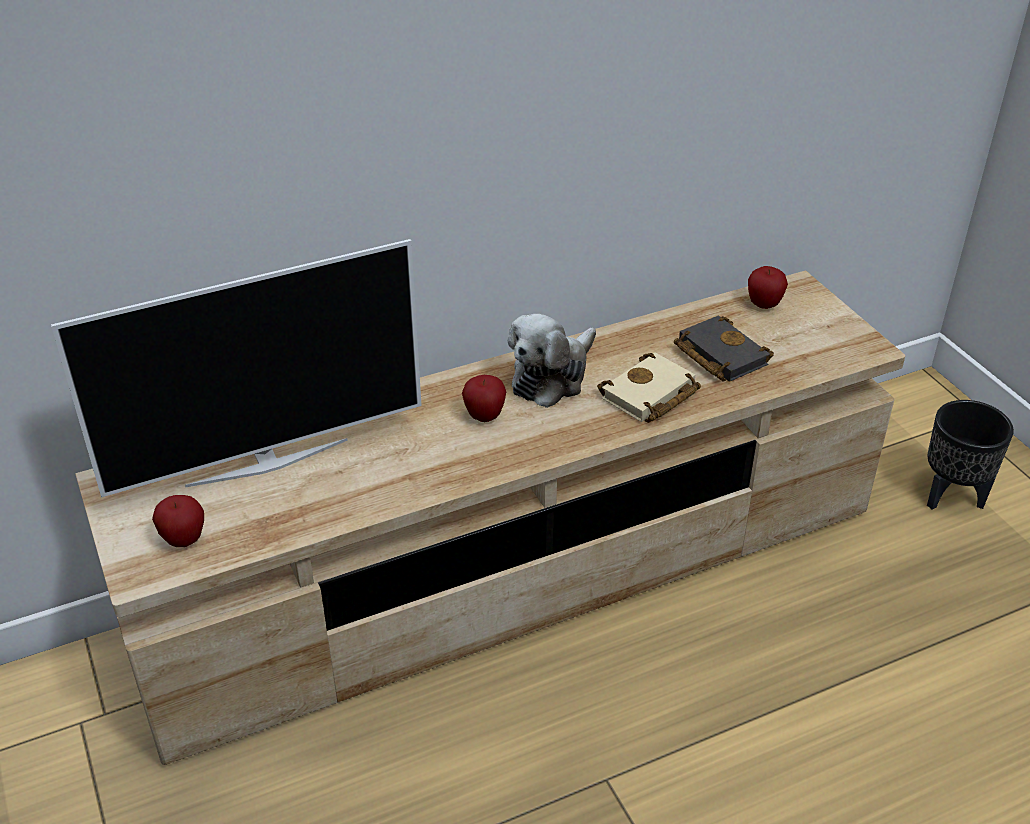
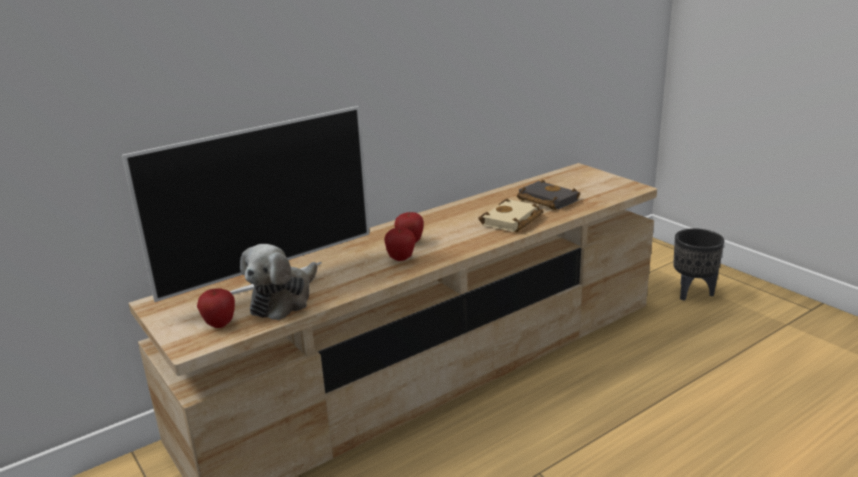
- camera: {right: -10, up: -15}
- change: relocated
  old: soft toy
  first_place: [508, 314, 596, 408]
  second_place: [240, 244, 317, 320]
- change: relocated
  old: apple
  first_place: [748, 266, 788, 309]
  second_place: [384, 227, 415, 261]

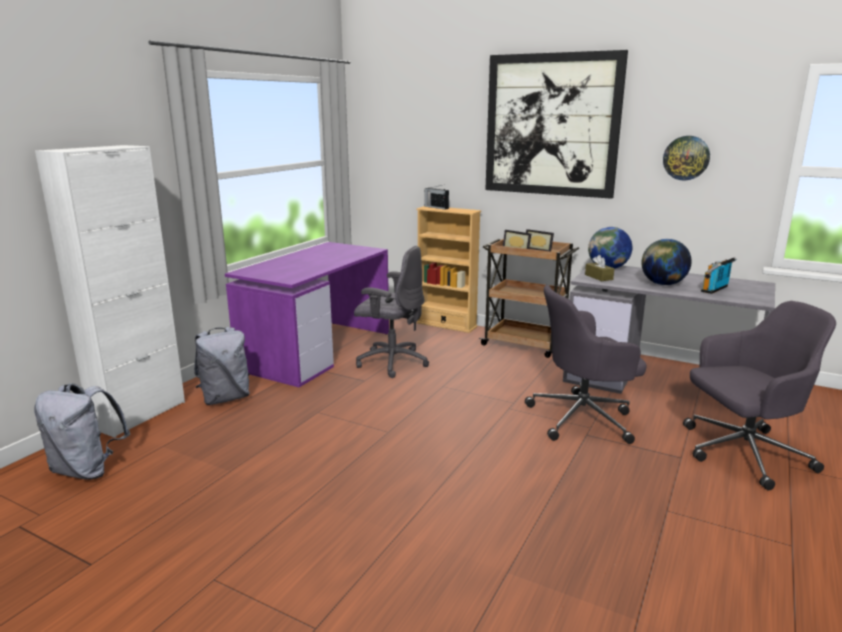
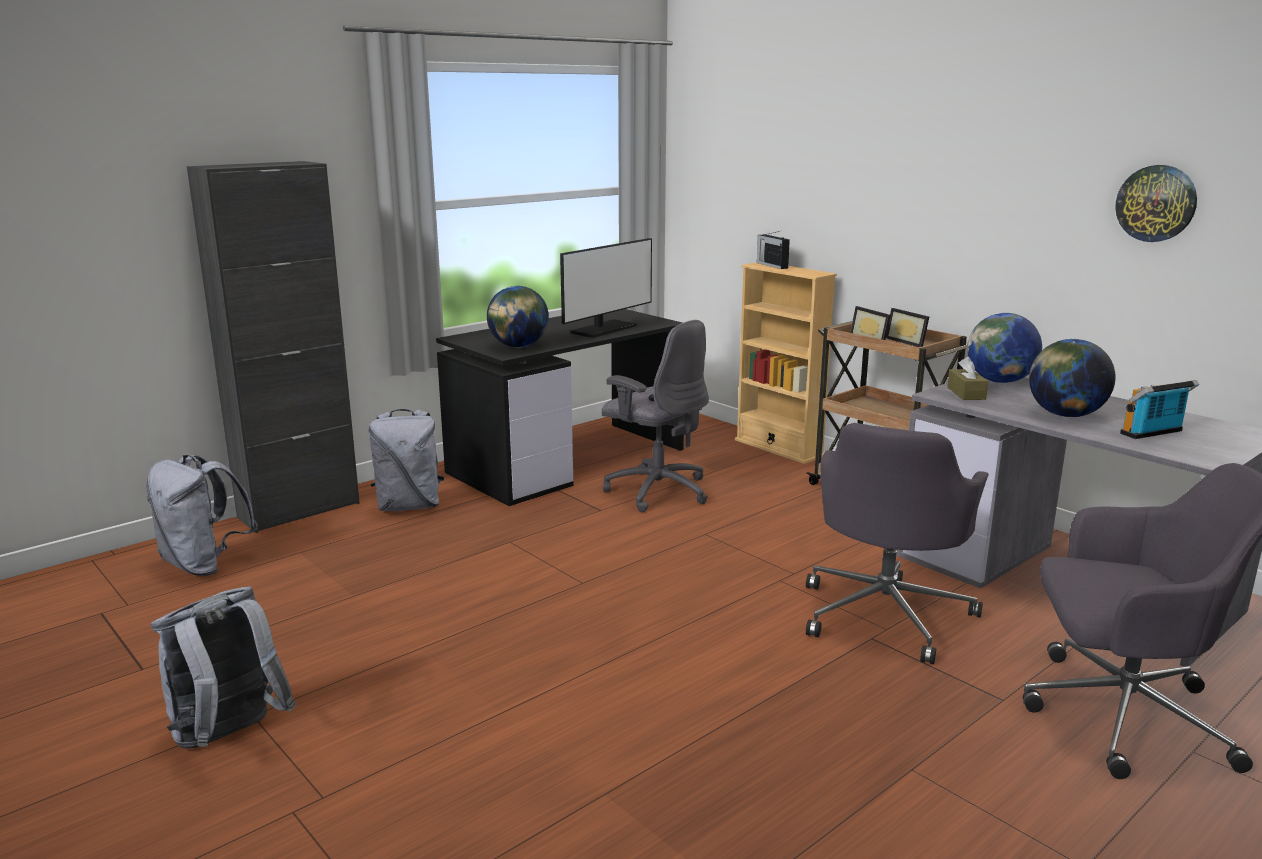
- camera: {right: 20, up: 0}
- change: missing
  old: wall picture
  first_place: [485, 50, 628, 199]
- change: appeared
  new: grey rucksack
  second_place: [151, 586, 296, 749]
- change: appeared
  new: desk globe
  second_place: [487, 286, 549, 348]
- change: appeared
  new: computer display
  second_place: [560, 238, 652, 338]
- change: colour
  old: whitish cabinet
  new: black cabinet
  first_place: [35, 145, 185, 438]
  second_place: [187, 161, 360, 533]
- change: colour
  old: purplish desk unit
  new: black desk unit
  first_place: [225, 242, 389, 387]
  second_place: [436, 309, 684, 506]
- change: spun
  old: grey desk chair
  first_place: [525, 285, 647, 444]
  second_place: [806, 423, 989, 664]
  degrees: -75

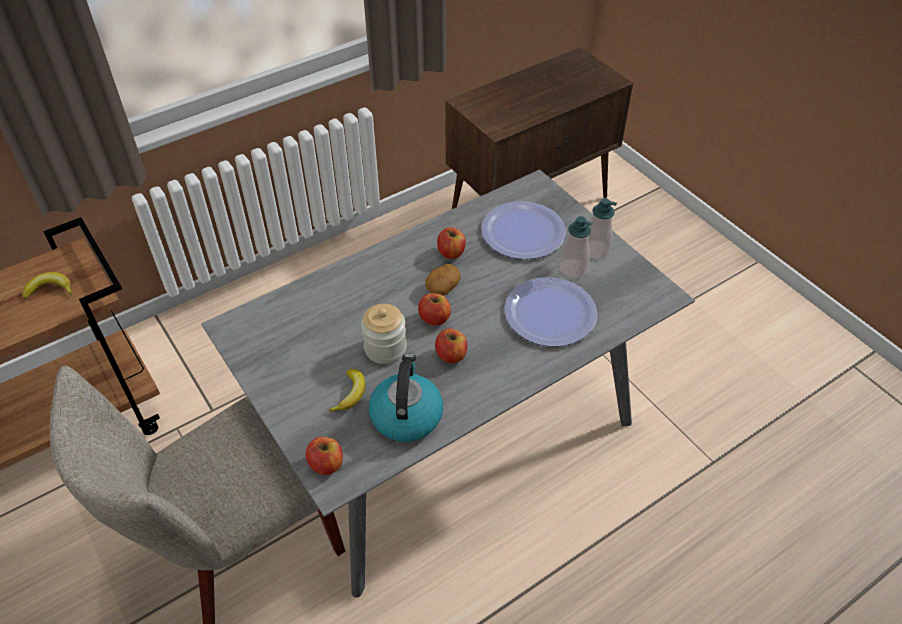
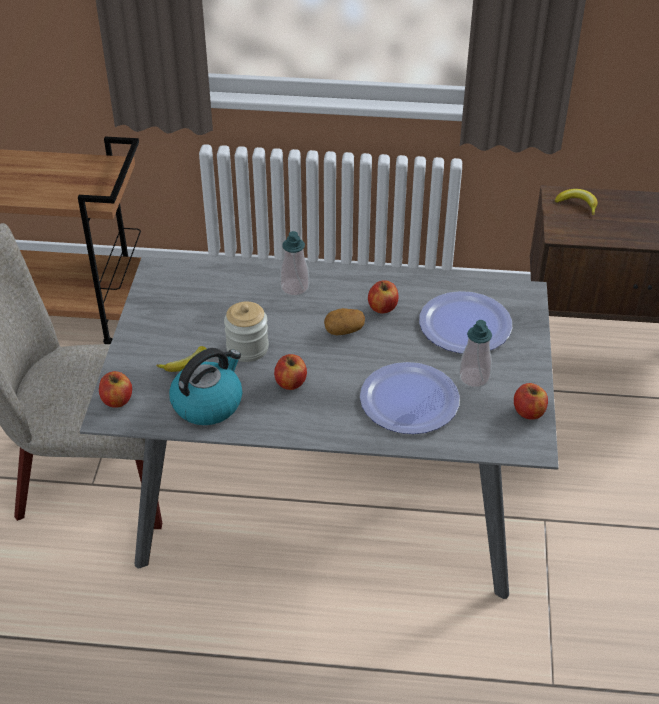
- camera: {right: 40, up: -5}
- change: relocated
  old: banana fruit
  first_place: [22, 272, 72, 299]
  second_place: [555, 189, 598, 215]
- change: relocated
  old: apple
  first_place: [418, 293, 451, 326]
  second_place: [514, 383, 548, 420]
- change: relocated
  old: soap bottle
  first_place: [588, 198, 617, 259]
  second_place: [280, 231, 309, 296]

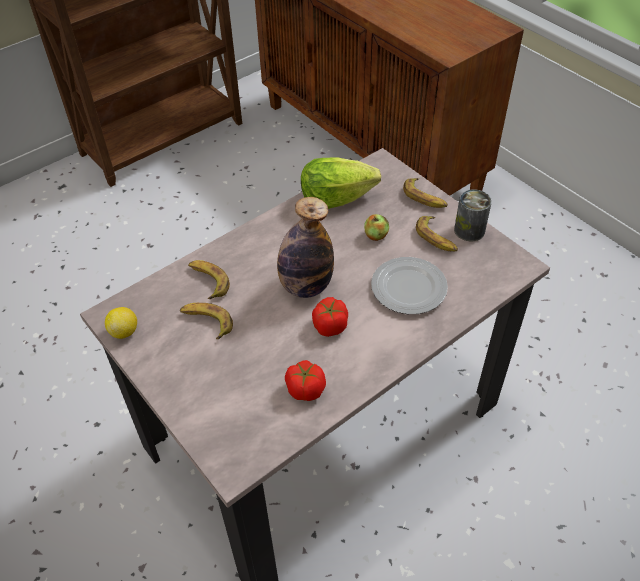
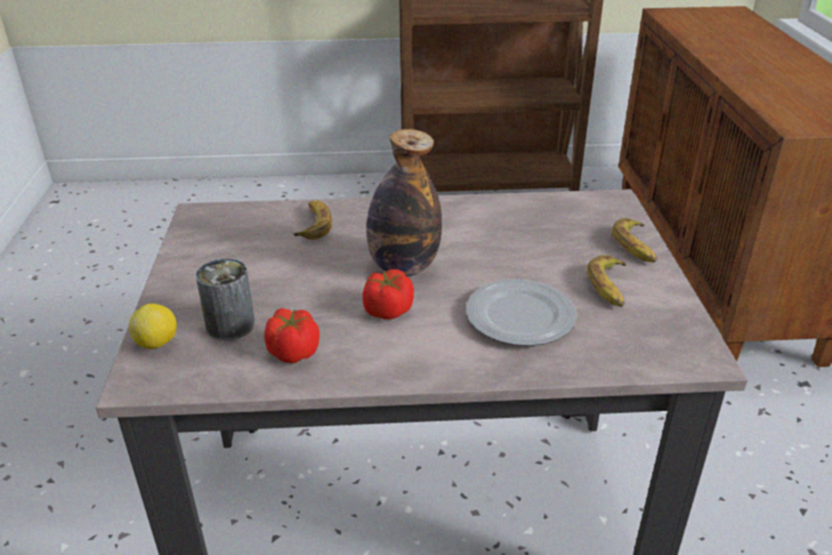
- camera: {right: 35, up: -15}
- change: missing
  old: banana fruit
  first_place: [180, 303, 233, 339]
- change: missing
  old: lettuce head
  first_place: [301, 157, 381, 209]
- change: missing
  old: apple
  first_place: [364, 214, 389, 241]
- change: relocated
  old: lemon
  first_place: [105, 307, 137, 339]
  second_place: [129, 304, 177, 349]
- change: relocated
  old: can
  first_place: [454, 189, 492, 241]
  second_place: [196, 259, 255, 340]

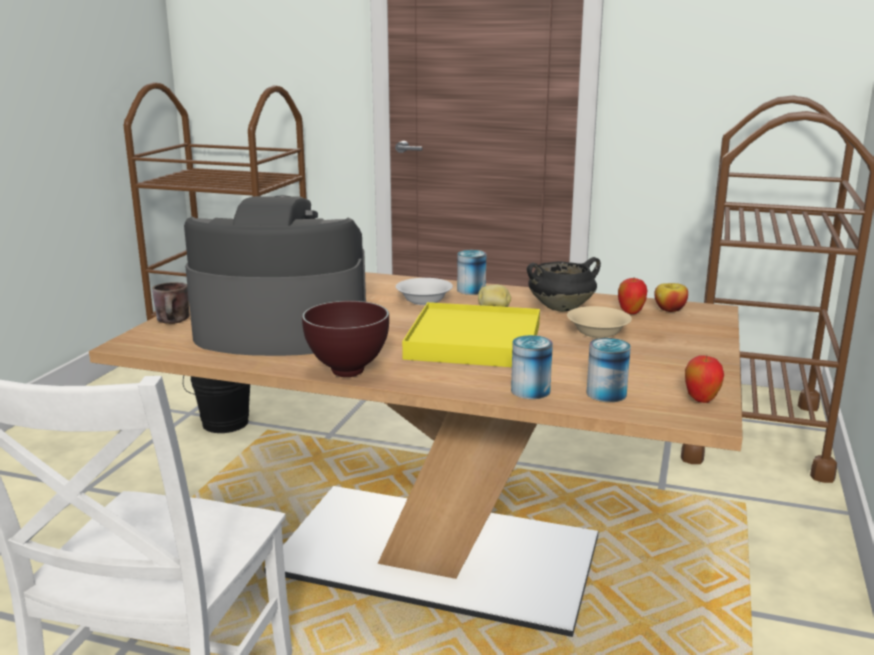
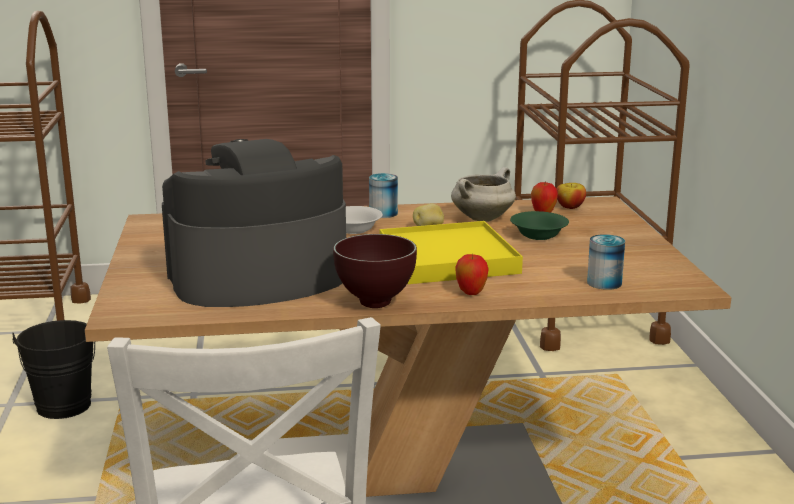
- camera: {right: -25, up: 0}
- change: missing
  old: brown-coloured coffee mug
  first_place: [152, 282, 189, 324]
- change: missing
  old: can
  first_place: [511, 335, 553, 399]
- change: relocated
  old: apple
  first_place: [685, 355, 724, 403]
  second_place: [455, 253, 489, 295]
- change: colour
  old: black cooking pot
  new: whitish cooking pot
  first_place: [527, 257, 601, 312]
  second_place: [451, 167, 516, 222]
- change: colour
  old: beige bowl
  new: green-coloured bowl
  first_place: [567, 306, 632, 338]
  second_place: [510, 211, 569, 240]

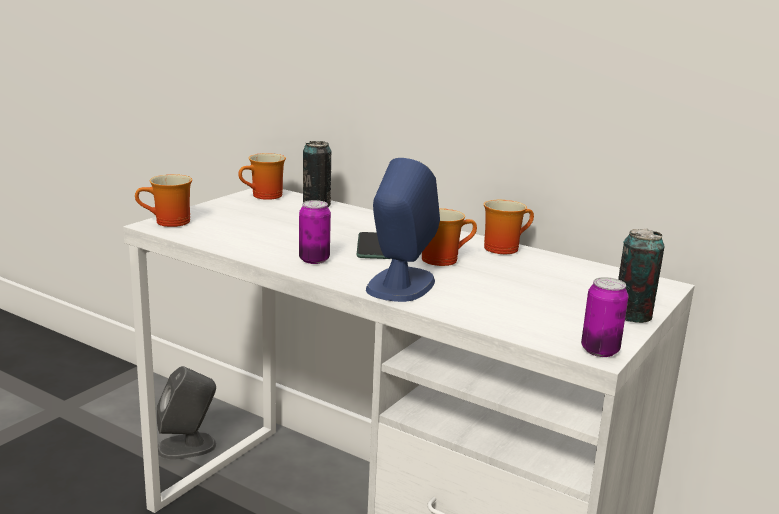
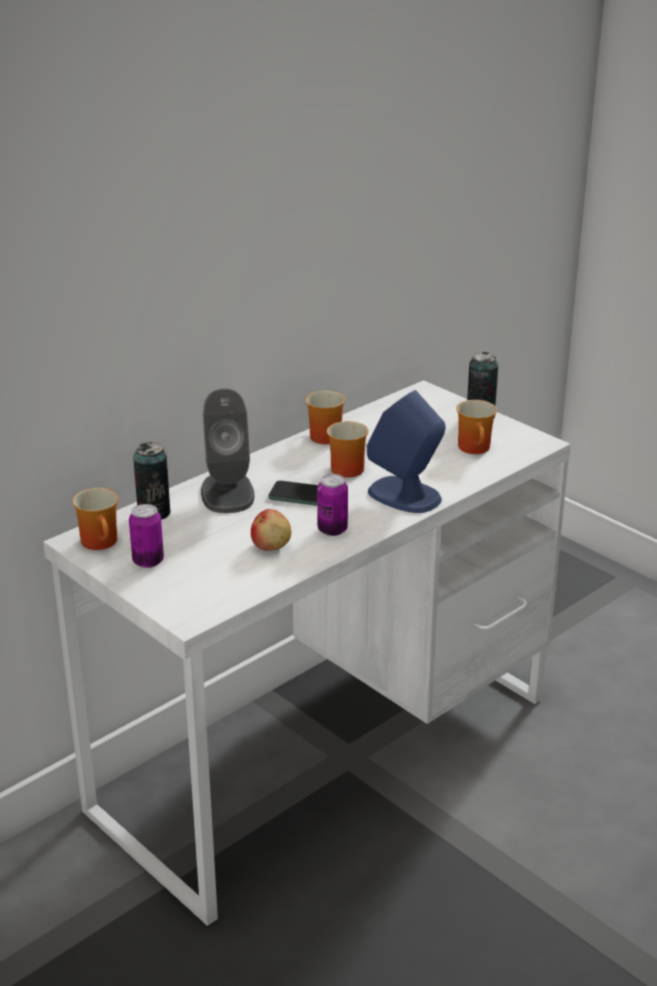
- camera: {right: -75, up: 10}
- change: appeared
  new: apple
  second_place: [251, 509, 291, 551]
- change: relocated
  old: coffee mug
  first_place: [135, 174, 192, 227]
  second_place: [456, 400, 497, 454]
- change: relocated
  old: grey audio speaker
  first_place: [157, 366, 216, 460]
  second_place: [201, 388, 255, 513]
- change: relocated
  old: can
  first_place: [581, 277, 628, 357]
  second_place: [129, 504, 164, 568]

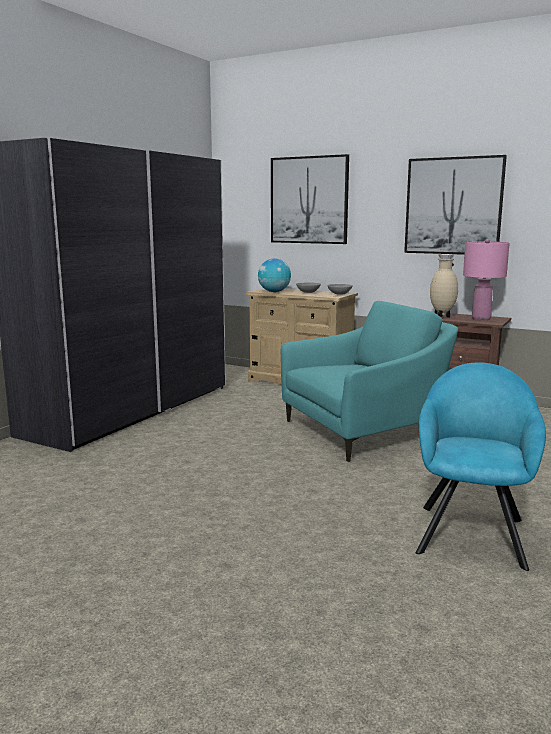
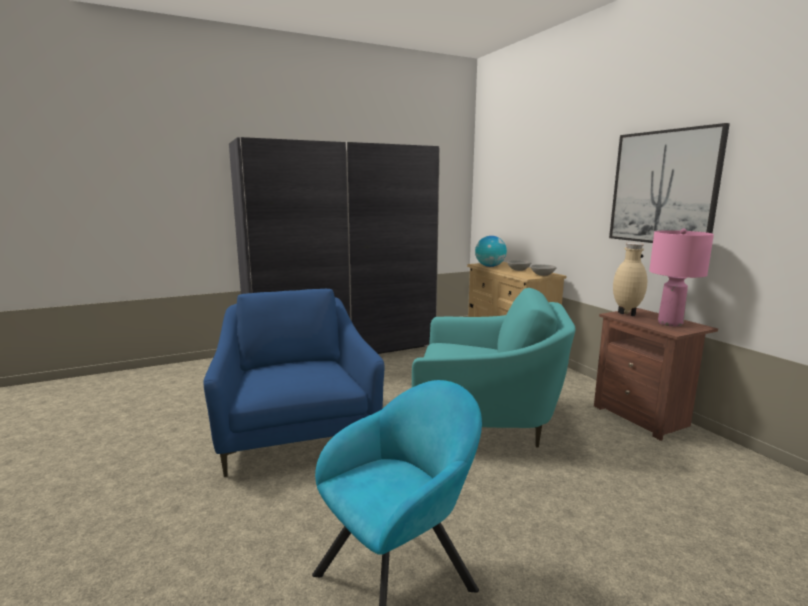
- camera: {right: 35, up: 0}
- change: missing
  old: wall picture
  first_place: [271, 154, 349, 244]
- change: appeared
  new: blue-coloured armchair
  second_place: [204, 289, 384, 477]

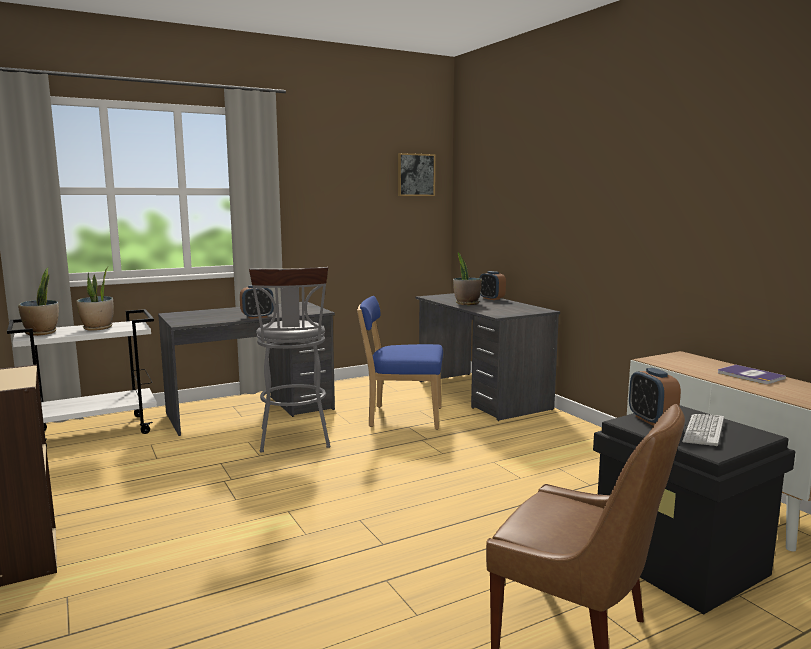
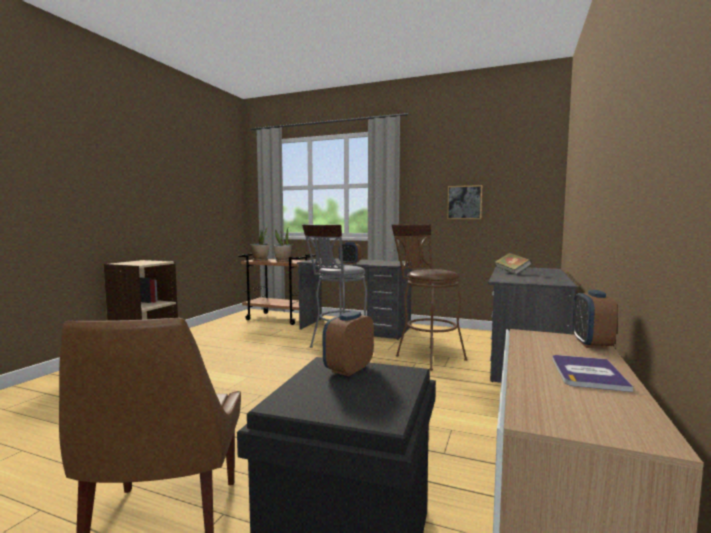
- camera: {right: 50, up: -5}
- change: missing
  old: keyboard
  first_place: [682, 414, 724, 446]
- change: relocated
  old: wall picture
  first_place: [398, 153, 435, 196]
  second_place: [447, 185, 482, 219]
- change: relocated
  old: bedside clock
  first_place: [479, 271, 506, 300]
  second_place: [573, 290, 618, 349]
- change: exchanged
  old: blue-coloured plain chair
  new: brown-coloured stool
  first_place: [357, 296, 443, 430]
  second_place: [392, 224, 468, 371]
- change: exchanged
  old: houseplant
  new: bound book
  first_place: [453, 252, 482, 305]
  second_place: [495, 253, 532, 275]
- change: colour
  old: whitish wheeled cart
  new: brown-coloured wheeled cart
  first_place: [7, 309, 157, 448]
  second_place: [238, 254, 316, 325]

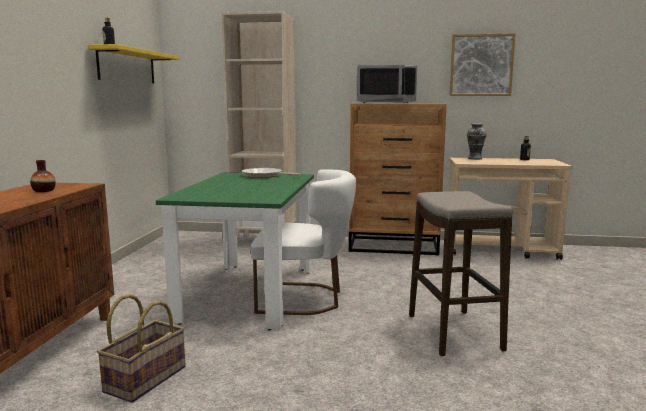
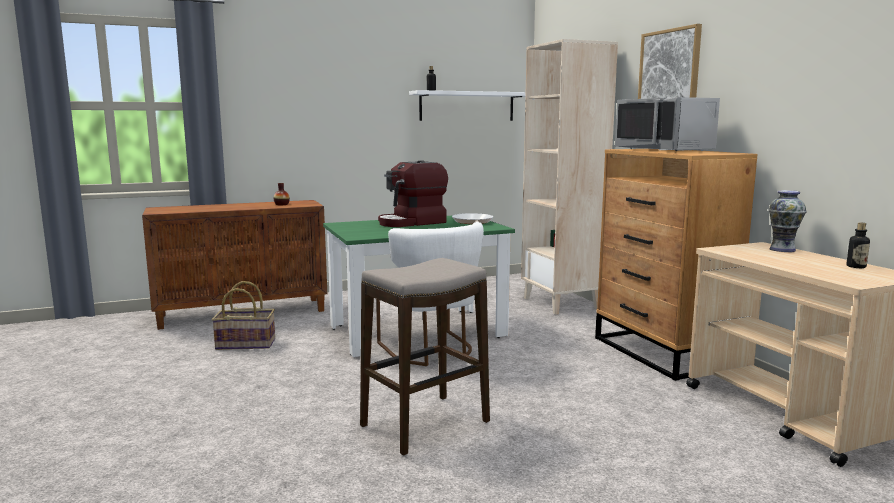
- camera: {right: 60, up: 0}
- change: appeared
  new: coffee brewer
  second_place: [378, 161, 448, 227]
- change: relocated
  old: wall picture
  first_place: [449, 33, 515, 96]
  second_place: [638, 24, 702, 99]
- change: colour
  old: yellowish wall shelf
  new: whitish wall shelf
  first_place: [88, 44, 179, 83]
  second_place: [409, 90, 526, 121]

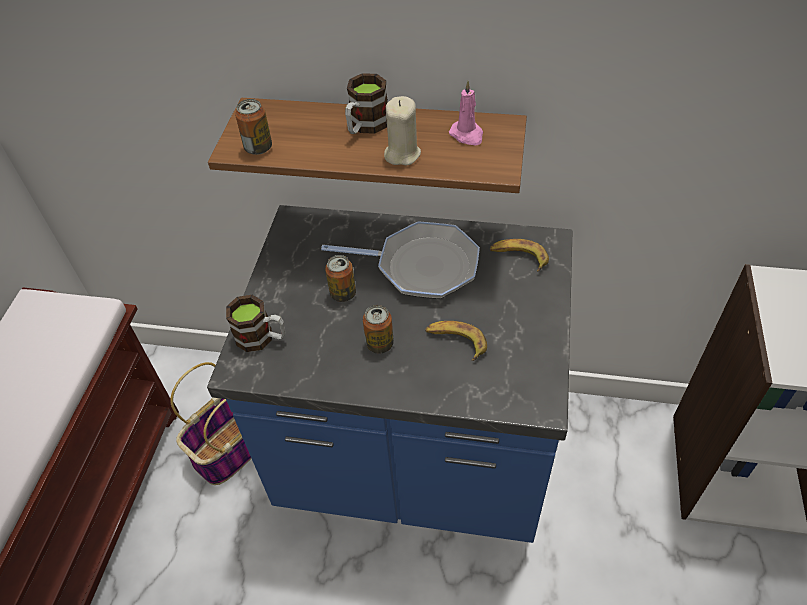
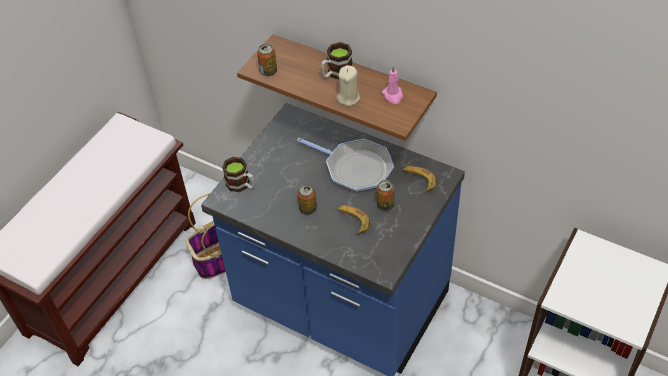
- camera: {right: 20, up: 0}
- change: relocated
  old: can
  first_place: [325, 255, 356, 302]
  second_place: [376, 180, 394, 211]

